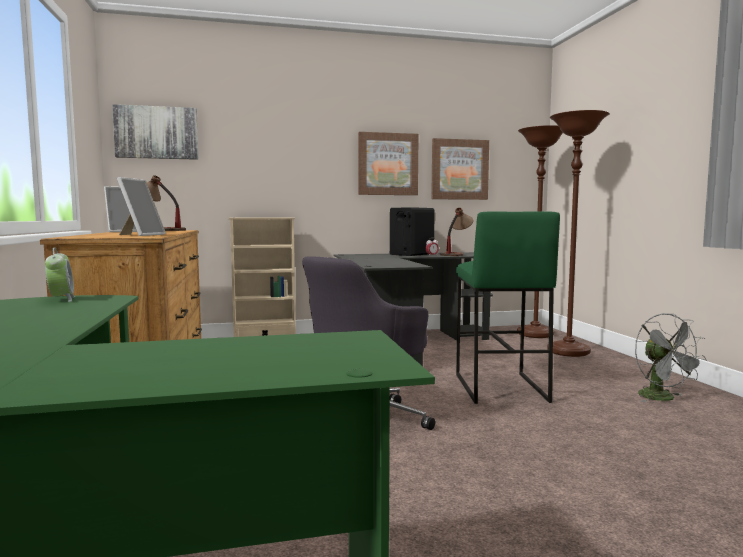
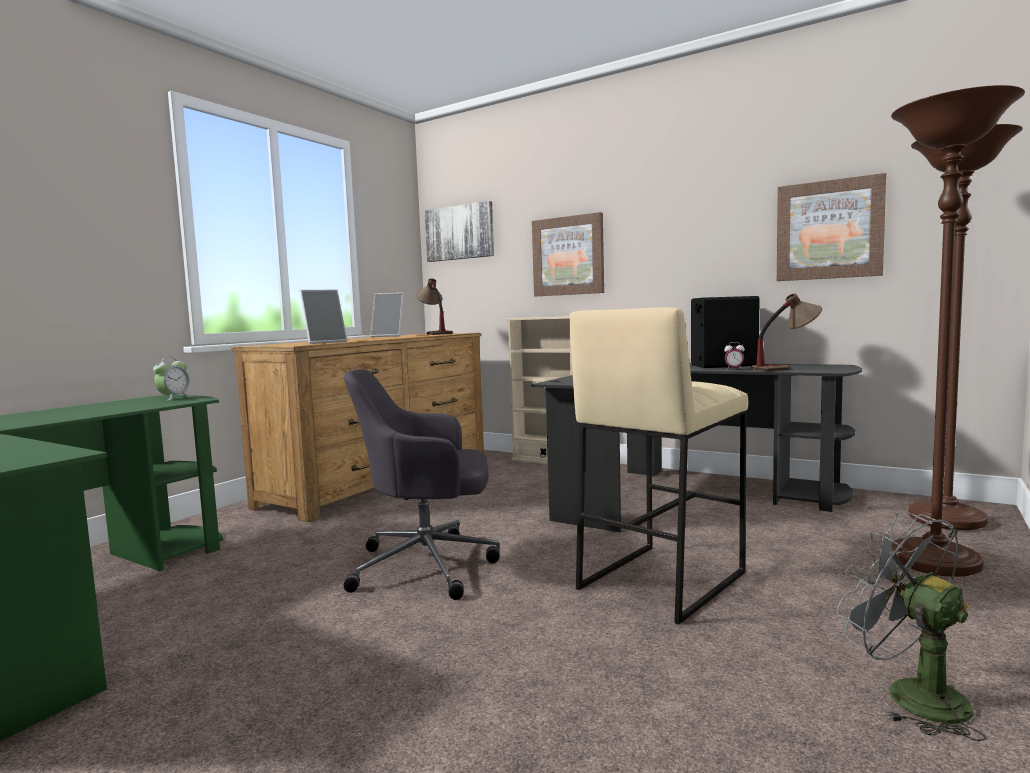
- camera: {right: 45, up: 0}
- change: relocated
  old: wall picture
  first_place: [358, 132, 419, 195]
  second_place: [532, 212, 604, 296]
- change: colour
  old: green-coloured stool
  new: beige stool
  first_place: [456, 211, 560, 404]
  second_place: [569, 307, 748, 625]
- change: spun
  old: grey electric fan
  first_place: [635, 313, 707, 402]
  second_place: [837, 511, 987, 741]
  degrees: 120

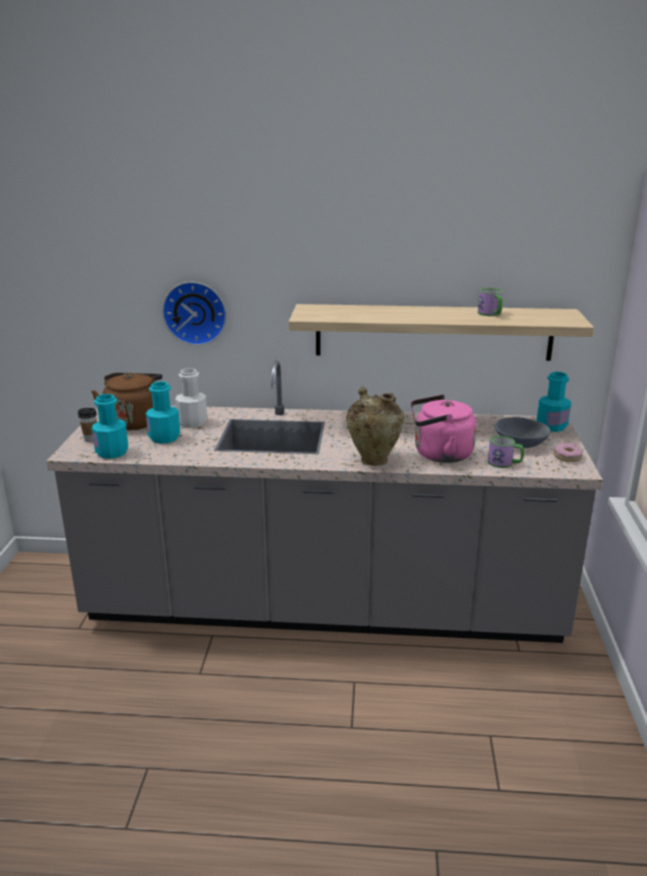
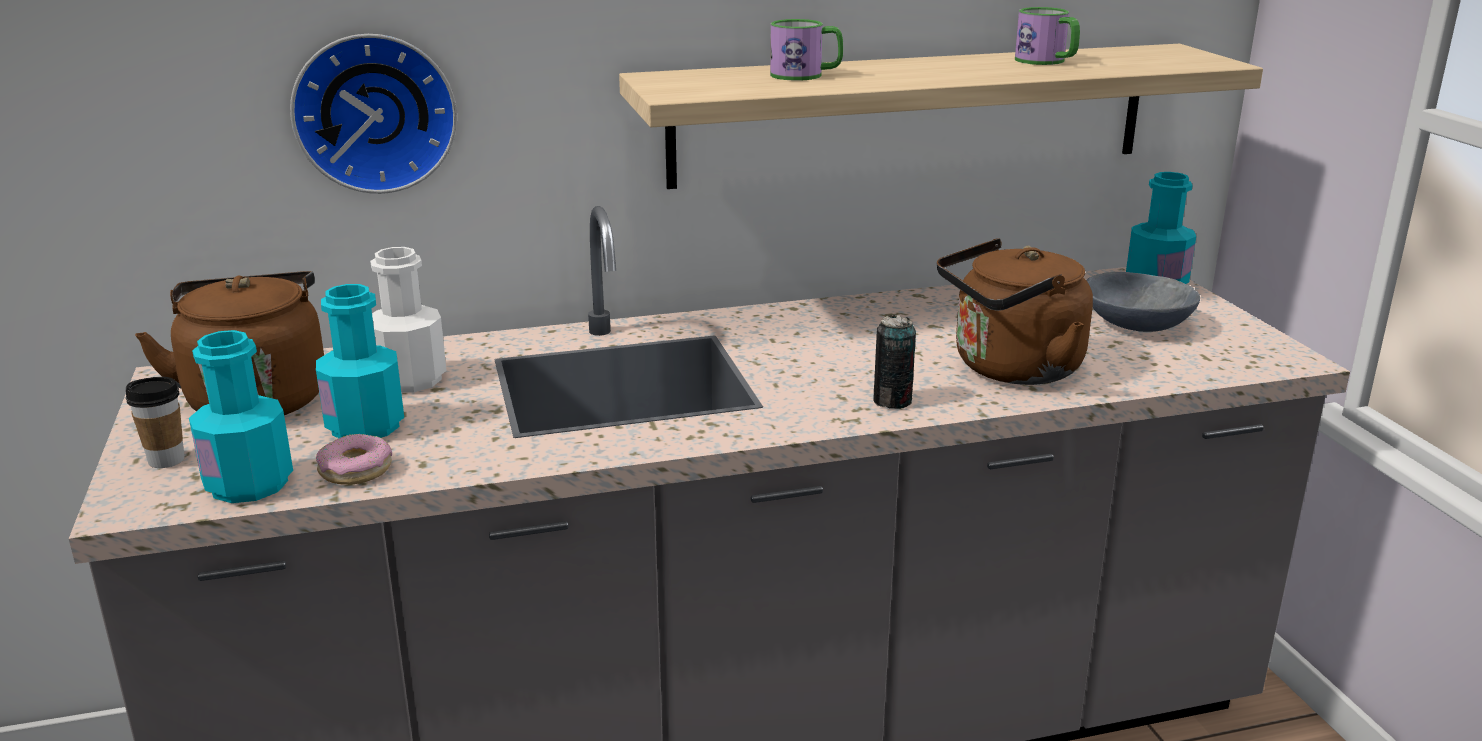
- camera: {right: -20, up: 0}
- change: relocated
  old: coffee mug
  first_place: [488, 436, 524, 468]
  second_place: [770, 19, 843, 81]
- change: relocated
  old: ring doughnut
  first_place: [553, 443, 583, 462]
  second_place: [316, 434, 392, 485]
- change: exchanged
  old: beige decorative vase
  new: can
  first_place: [347, 387, 404, 466]
  second_place: [874, 315, 916, 409]
- change: colour
  old: pinkish water kettle
  new: brown-coloured water kettle
  first_place: [411, 395, 476, 463]
  second_place: [937, 238, 1093, 385]

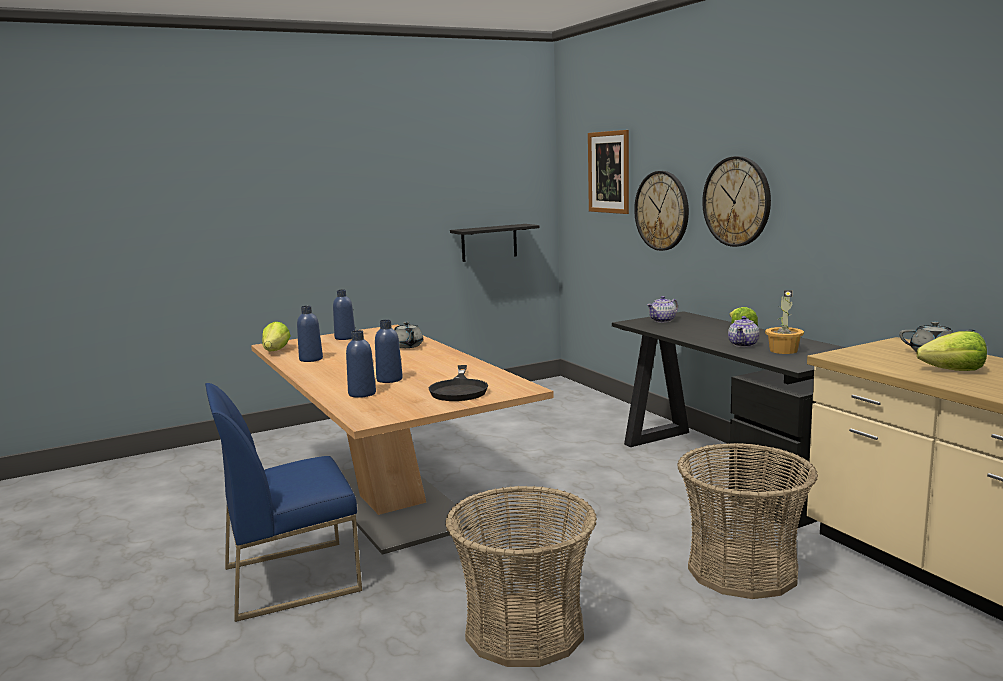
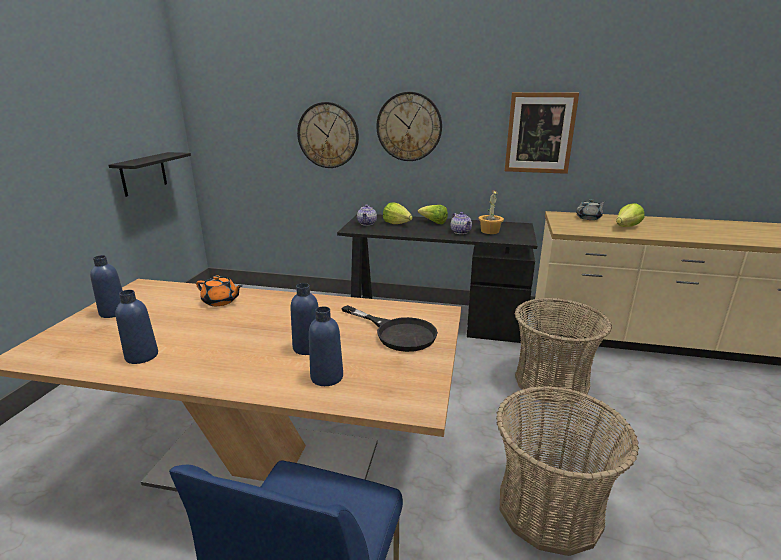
- camera: {right: -50, up: 10}
- change: relocated
  old: lettuce head
  first_place: [262, 322, 291, 351]
  second_place: [383, 203, 413, 224]
- change: relocated
  old: wall picture
  first_place: [588, 130, 629, 214]
  second_place: [505, 92, 579, 174]
- change: colour
  old: grey tea pot
  new: orange-coloured tea pot
  first_place: [394, 322, 423, 348]
  second_place: [196, 275, 243, 306]

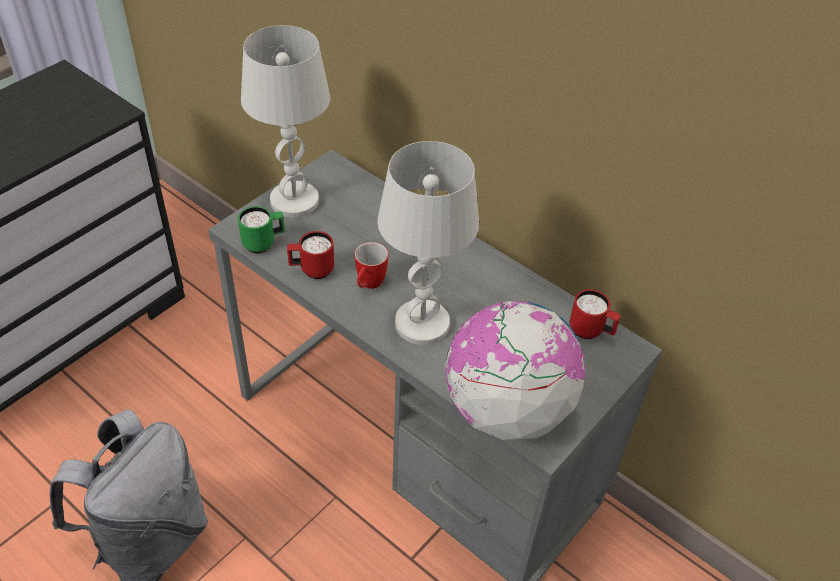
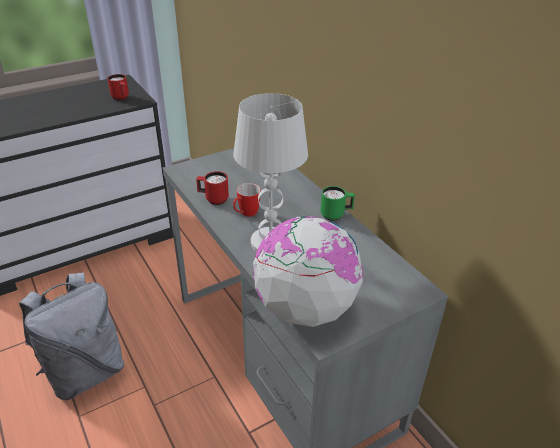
- camera: {right: 20, up: -10}
- change: missing
  old: whitish table lamp
  first_place: [241, 25, 330, 218]
- change: relocated
  old: green-coloured coffee mug
  first_place: [238, 206, 285, 253]
  second_place: [321, 186, 355, 221]
- change: relocated
  old: red coffee mug
  first_place: [570, 289, 621, 339]
  second_place: [107, 74, 129, 100]

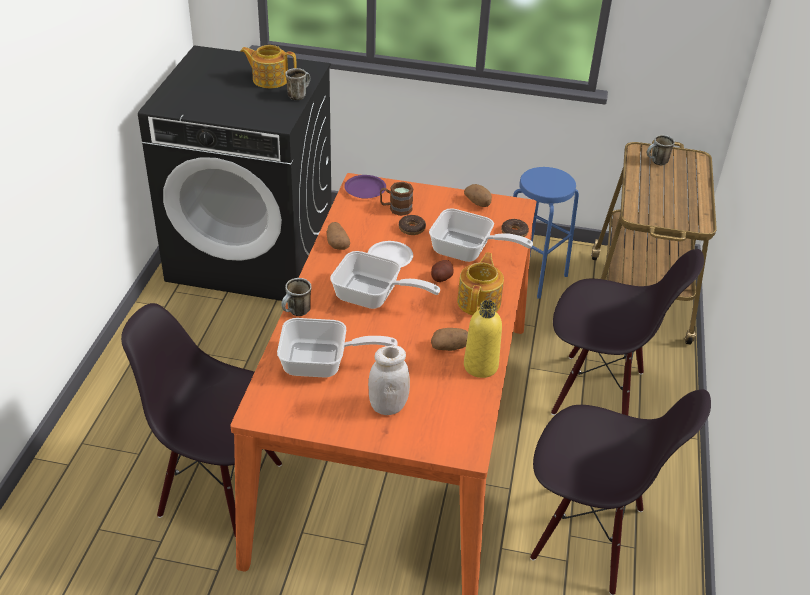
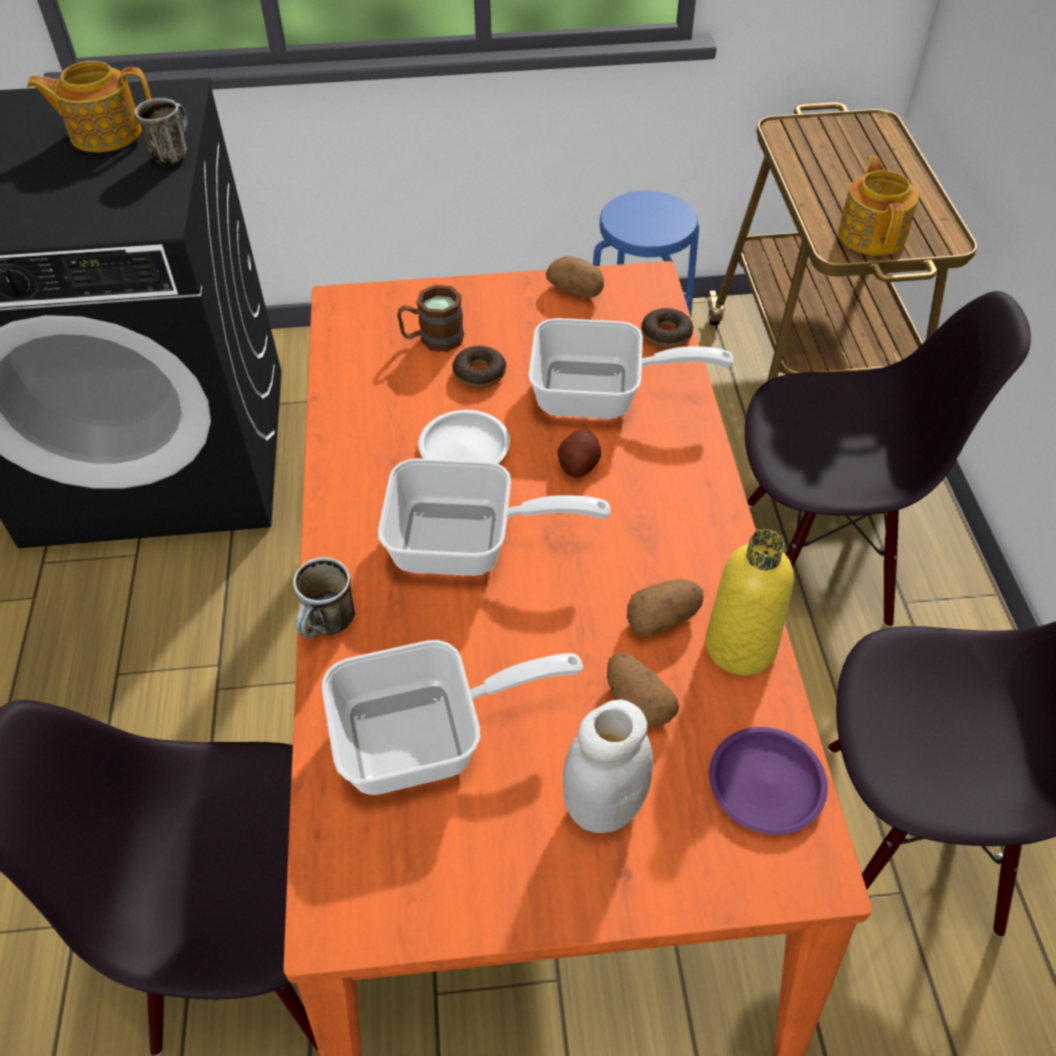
- camera: {right: -15, up: 10}
- change: missing
  old: coffee mug
  first_place: [647, 135, 675, 165]
- change: relocated
  old: whole potato
  first_place: [327, 222, 350, 250]
  second_place: [607, 653, 679, 727]
- change: relocated
  old: purplish flat dish
  first_place: [344, 175, 386, 199]
  second_place: [709, 727, 828, 835]
- change: relocated
  old: tea pot
  first_place: [457, 252, 504, 316]
  second_place: [838, 156, 919, 256]

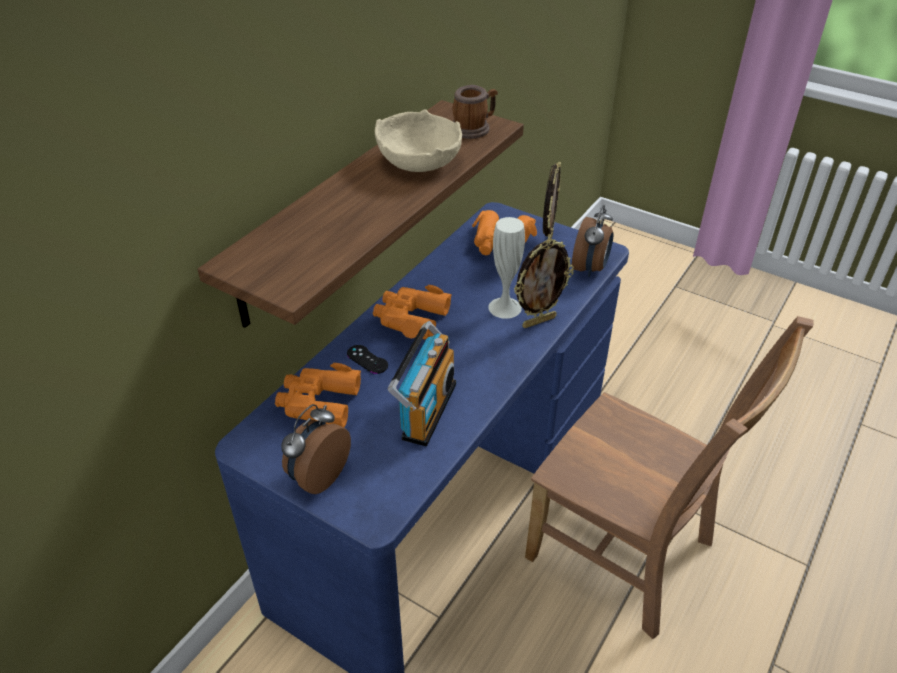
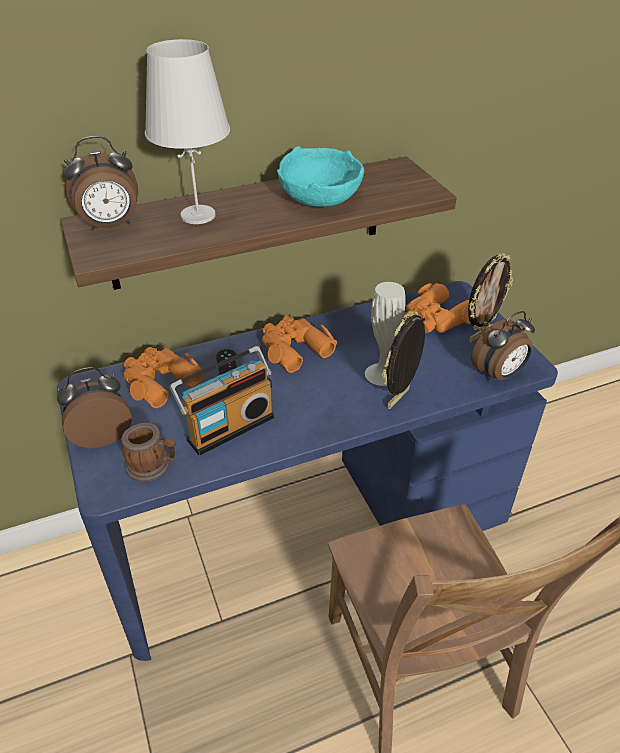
- camera: {right: 35, up: 0}
- change: appeared
  new: bedside clock
  second_place: [64, 136, 138, 231]
- change: appeared
  new: whitish table lamp
  second_place: [145, 39, 230, 224]
- change: relocated
  old: coffee mug
  first_place: [452, 85, 498, 139]
  second_place: [121, 423, 176, 482]
- change: colour
  old: beige bowl
  new: turquoise bowl
  first_place: [375, 110, 462, 172]
  second_place: [277, 146, 364, 207]
- change: spun
  old: standing frame
  first_place: [514, 239, 574, 328]
  second_place: [382, 311, 425, 409]
  degrees: 120

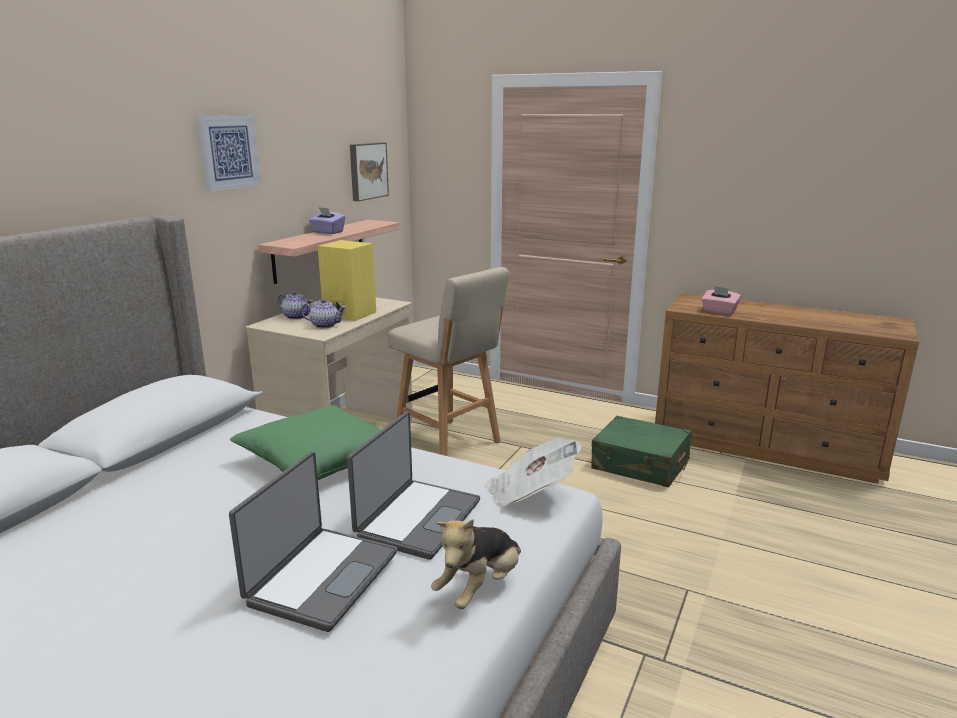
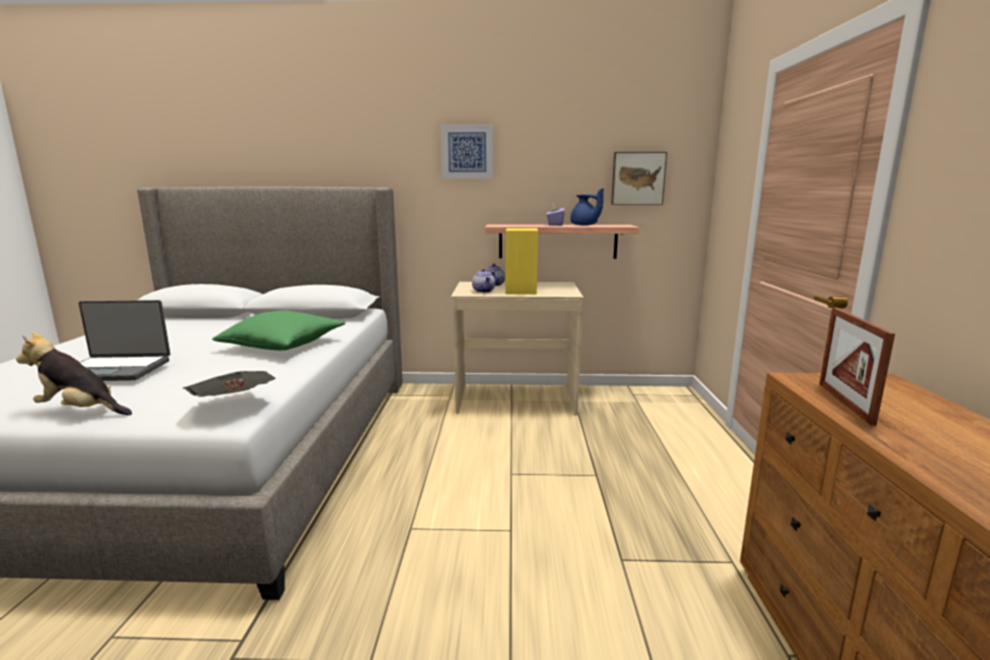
- camera: {right: 65, up: -5}
- change: missing
  old: laptop
  first_place: [347, 412, 480, 560]
- change: missing
  old: beige stool
  first_place: [388, 267, 509, 456]
- change: missing
  old: green-coloured piece of luggage
  first_place: [591, 416, 692, 487]
- change: appeared
  new: blue-coloured tea pot
  second_place: [571, 188, 604, 225]
- change: exchanged
  old: pinkish tissue holder
  new: standing frame
  first_place: [701, 286, 741, 315]
  second_place: [819, 307, 895, 426]

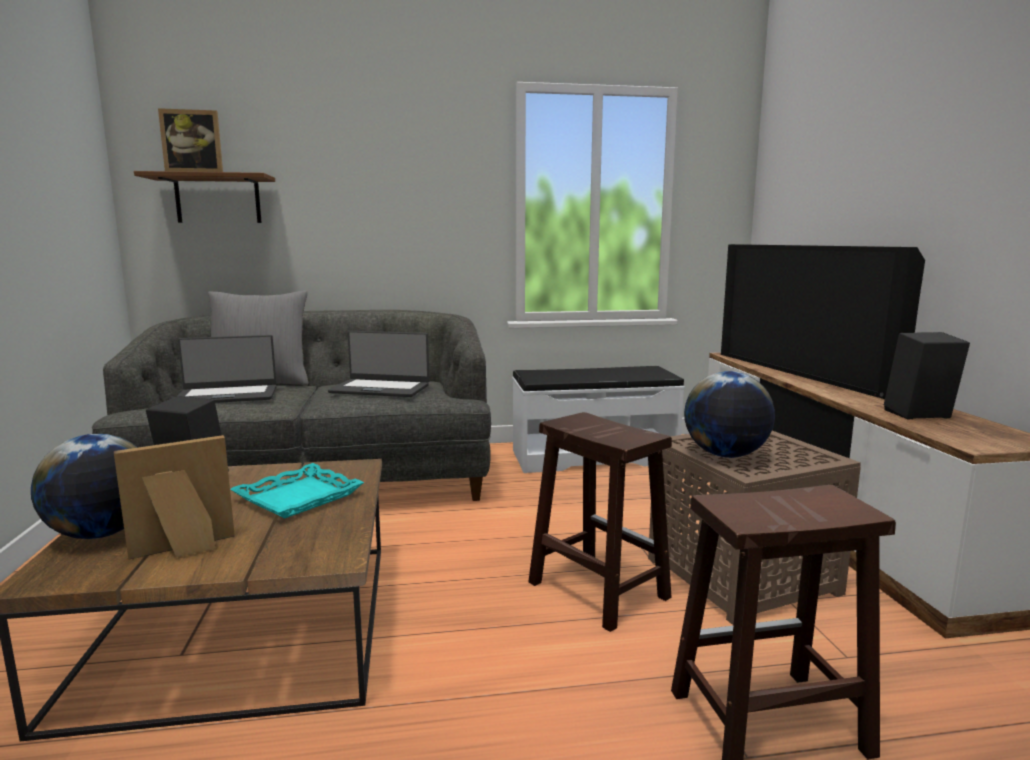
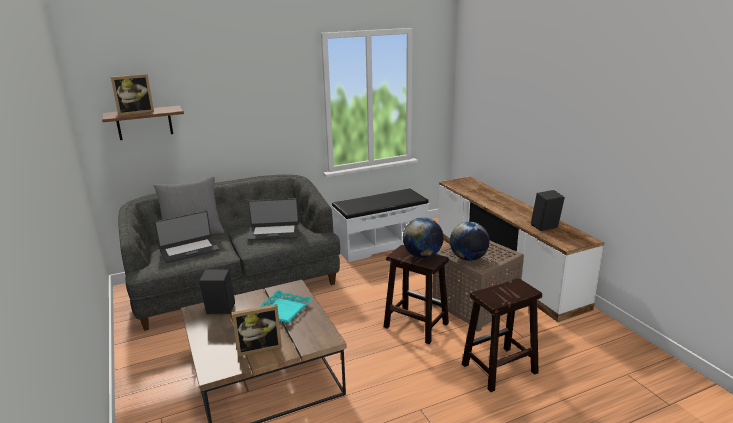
- camera: {right: -15, up: 10}
- change: missing
  old: TV set
  first_place: [721, 244, 925, 399]
- change: relocated
  old: desk globe
  first_place: [31, 434, 138, 539]
  second_place: [403, 217, 444, 258]
- change: spun
  old: standing frame
  first_place: [114, 435, 235, 560]
  second_place: [232, 304, 282, 357]
  degrees: -150

